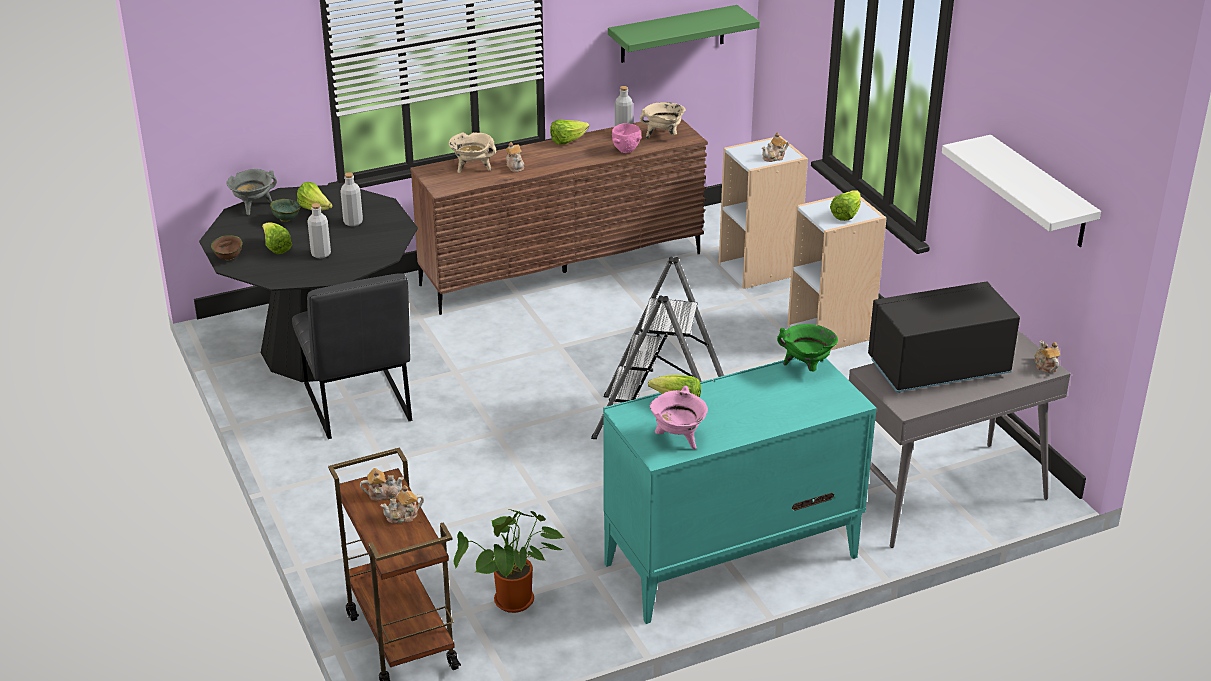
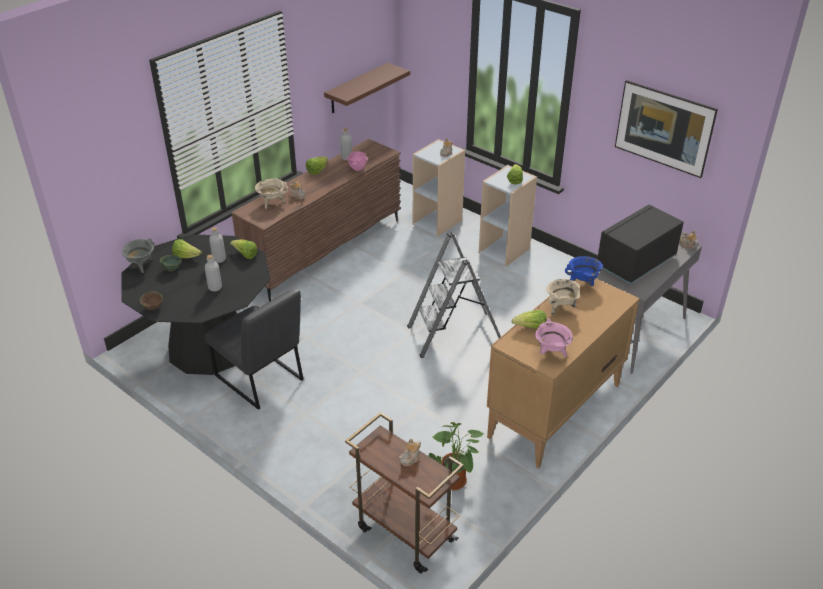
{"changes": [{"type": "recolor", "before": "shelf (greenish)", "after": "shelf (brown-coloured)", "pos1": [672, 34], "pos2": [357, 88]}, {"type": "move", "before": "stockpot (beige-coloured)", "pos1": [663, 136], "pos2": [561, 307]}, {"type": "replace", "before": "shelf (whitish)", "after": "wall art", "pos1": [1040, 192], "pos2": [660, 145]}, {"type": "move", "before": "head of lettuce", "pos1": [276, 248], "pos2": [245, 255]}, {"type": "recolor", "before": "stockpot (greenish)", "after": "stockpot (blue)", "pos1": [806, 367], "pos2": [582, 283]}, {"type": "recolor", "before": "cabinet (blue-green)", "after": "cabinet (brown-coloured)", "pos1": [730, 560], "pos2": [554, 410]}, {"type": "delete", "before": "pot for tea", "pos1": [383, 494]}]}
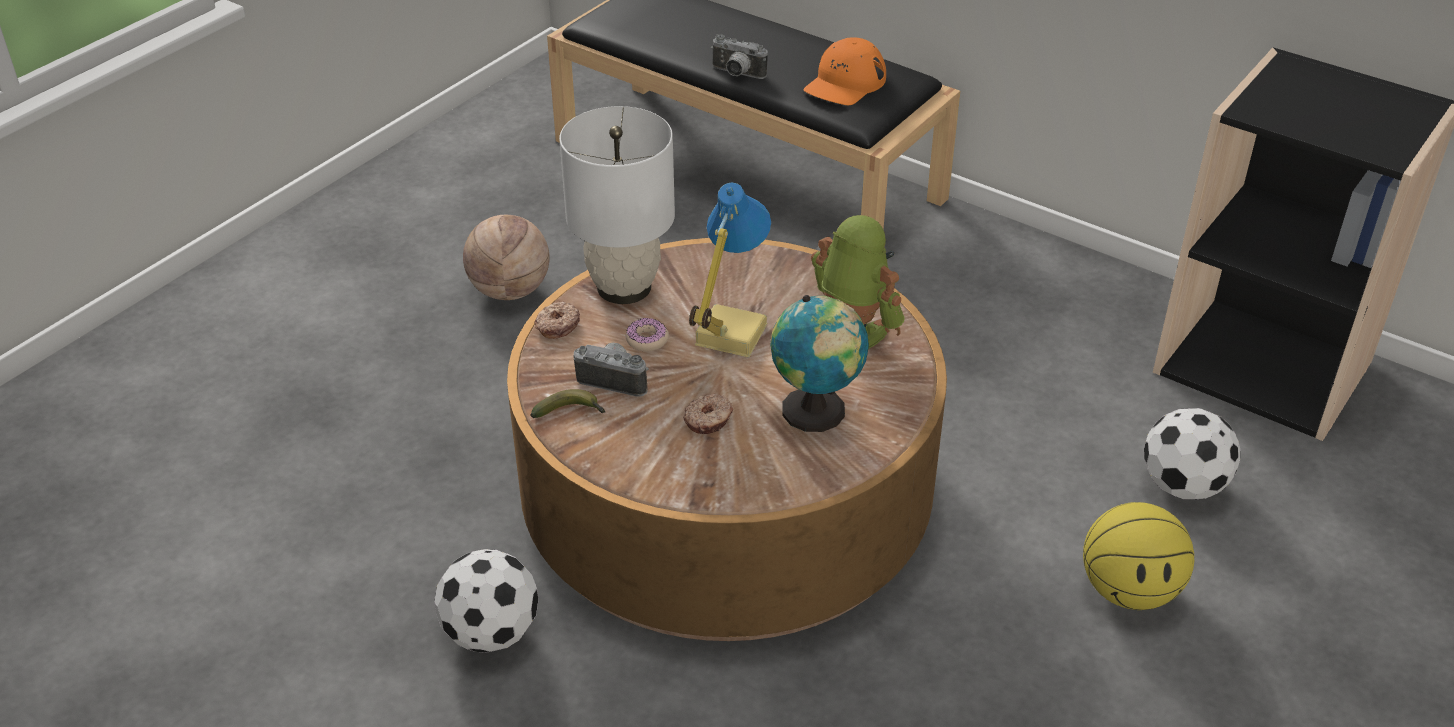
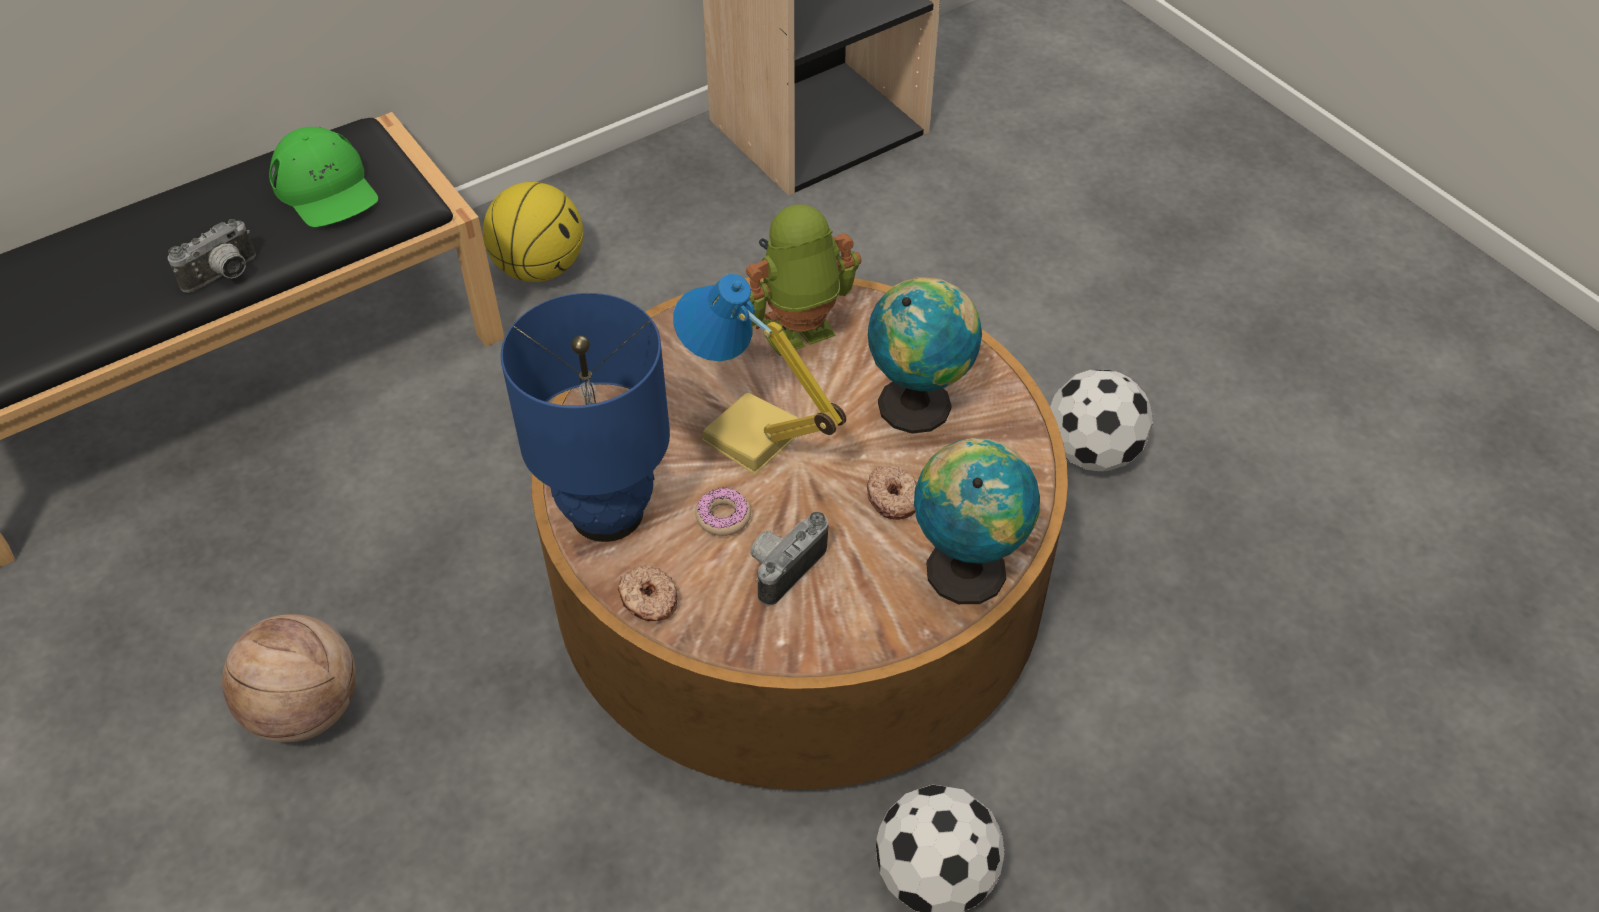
{"changes": [{"type": "recolor", "before": "cap (orange-coloured)", "after": "cap (greenish)", "pos1": [845, 83], "pos2": [326, 188]}, {"type": "recolor", "before": "tabletop lamp (whitish)", "after": "tabletop lamp (blue)", "pos1": [624, 288], "pos2": [608, 513]}, {"type": "delete", "before": "whole banana", "pos1": [571, 412]}, {"type": "move", "before": "football", "pos1": [1184, 486], "pos2": [1092, 451]}, {"type": "move", "before": "basketball ball", "pos1": [1130, 591], "pos2": [540, 268]}, {"type": "insert", "after": "world globe", "pos2": [966, 566]}]}
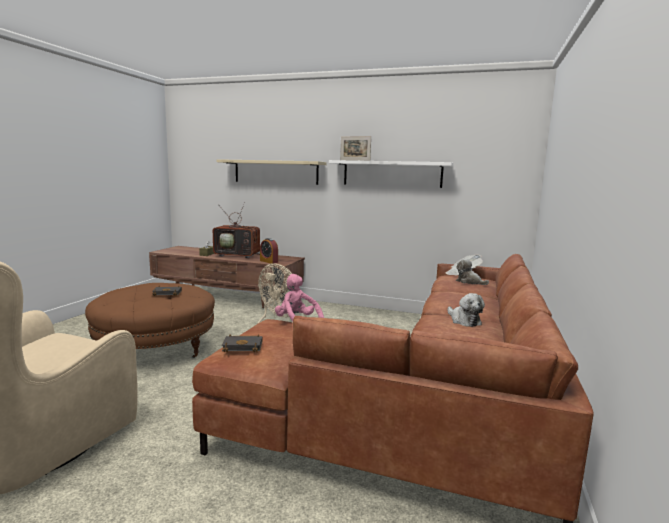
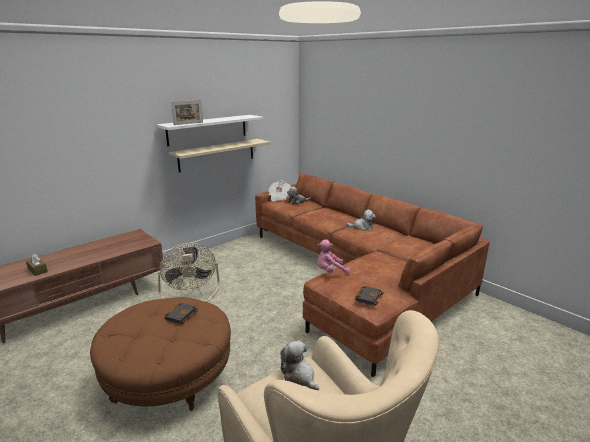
{"changes": [{"type": "move", "before": "shelf (beige-coloured)", "pos1": [276, 172], "pos2": [217, 155]}, {"type": "delete", "before": "television", "pos1": [239, 255]}, {"type": "delete", "before": "table clock", "pos1": [269, 261]}, {"type": "insert", "after": "cuddly toy", "pos2": [299, 376]}]}
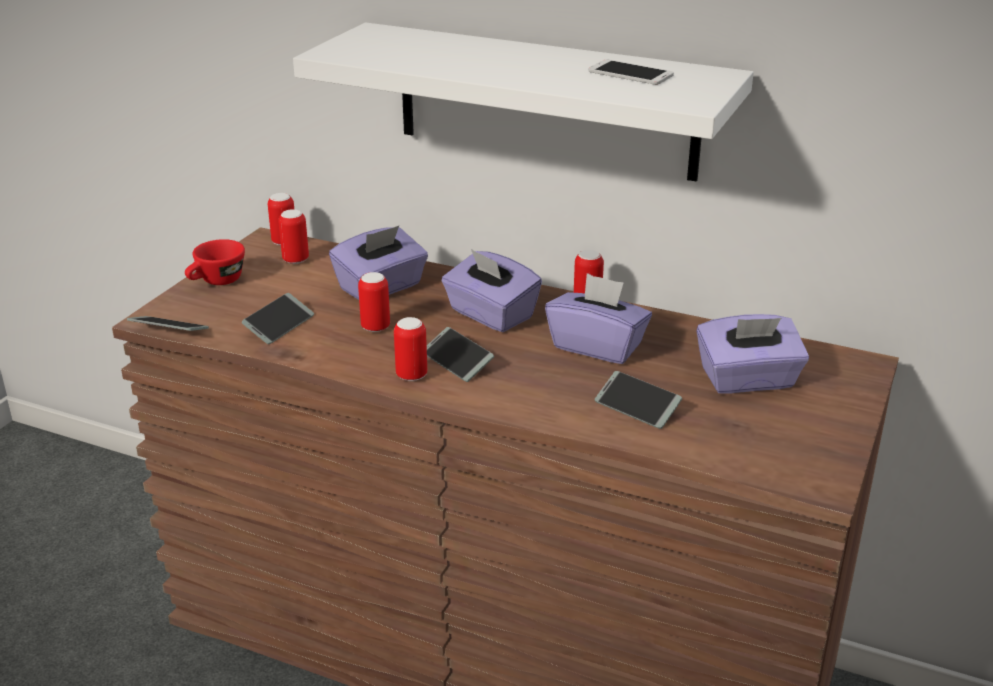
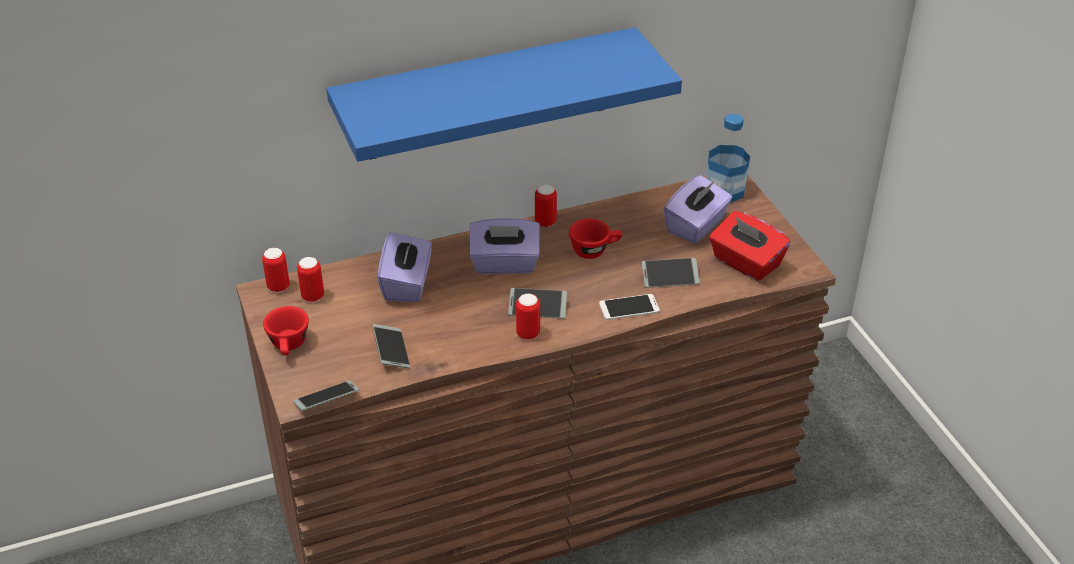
{"changes": [{"type": "recolor", "before": "shelf (whitish)", "after": "shelf (blue)", "pos1": [545, 101], "pos2": [487, 95]}, {"type": "move", "before": "handset", "pos1": [630, 73], "pos2": [629, 307]}, {"type": "delete", "before": "metal can", "pos1": [375, 327]}, {"type": "replace", "before": "box of tissues (purplish)", "after": "small cup (red)", "pos1": [597, 346], "pos2": [595, 250]}, {"type": "insert", "after": "beverage bottle", "pos2": [725, 190]}, {"type": "insert", "after": "box of tissues (red)", "pos2": [745, 263]}]}
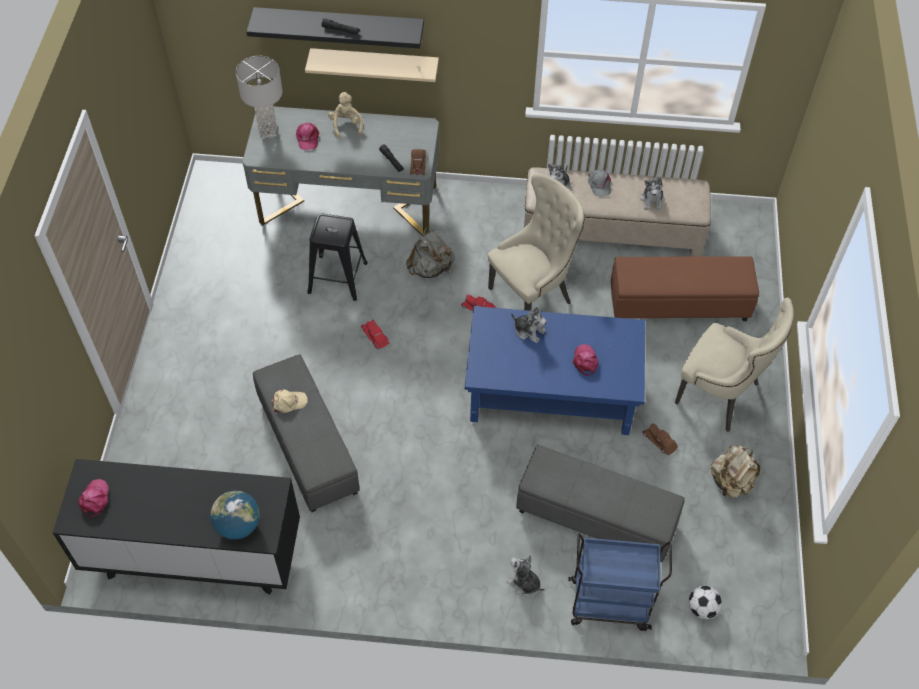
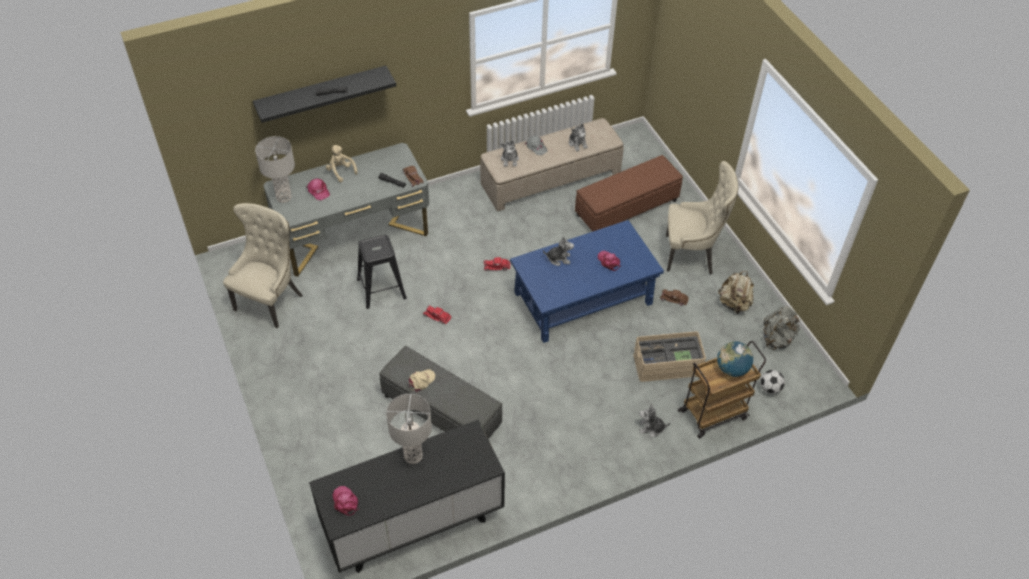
{"changes": [{"type": "delete", "before": "shelf (beige-coloured)", "pos1": [375, 64]}, {"type": "move", "before": "chair (beige-coloured)", "pos1": [531, 294], "pos2": [269, 301]}, {"type": "move", "before": "rucksack (gray)", "pos1": [431, 268], "pos2": [777, 339]}, {"type": "replace", "before": "footrest (gray)", "after": "storage bin (beige-coloured)", "pos1": [595, 517], "pos2": [667, 365]}, {"type": "move", "before": "world globe", "pos1": [238, 525], "pos2": [732, 369]}, {"type": "recolor", "before": "trolley (blue)", "after": "trolley (brown-coloured)", "pos1": [608, 605], "pos2": [712, 415]}, {"type": "insert", "after": "tabletop lamp (whitish)", "pos2": [413, 456]}]}
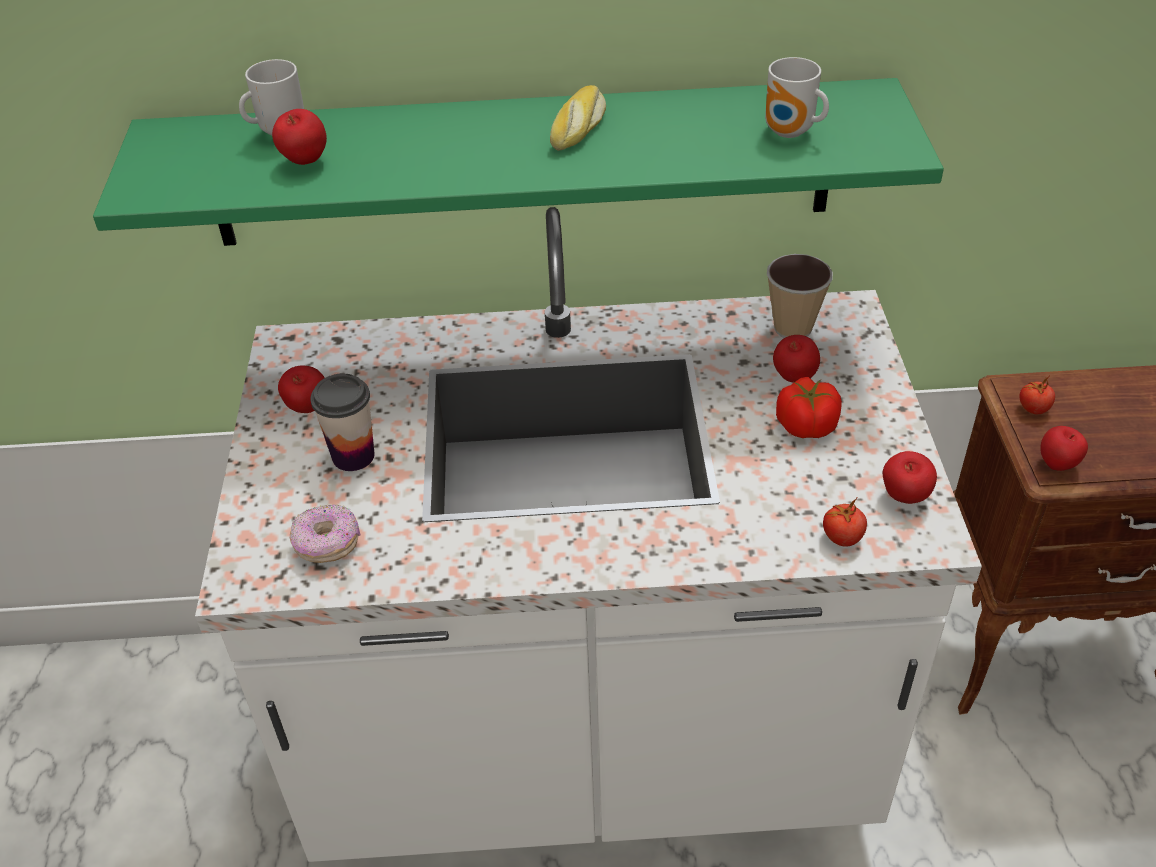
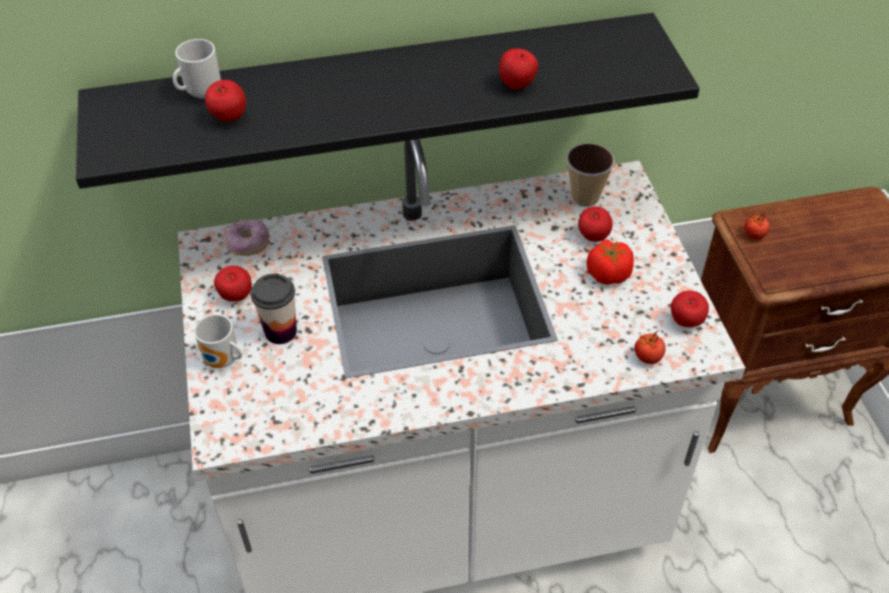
{"changes": [{"type": "move", "before": "tea mug", "pos1": [790, 133], "pos2": [223, 361]}, {"type": "recolor", "before": "shelf (greenish)", "after": "shelf (black-coloured)", "pos1": [521, 164], "pos2": [379, 95]}, {"type": "delete", "before": "bread", "pos1": [580, 128]}, {"type": "move", "before": "apple", "pos1": [1058, 465], "pos2": [517, 86]}, {"type": "move", "before": "doughnut", "pos1": [327, 544], "pos2": [248, 245]}]}
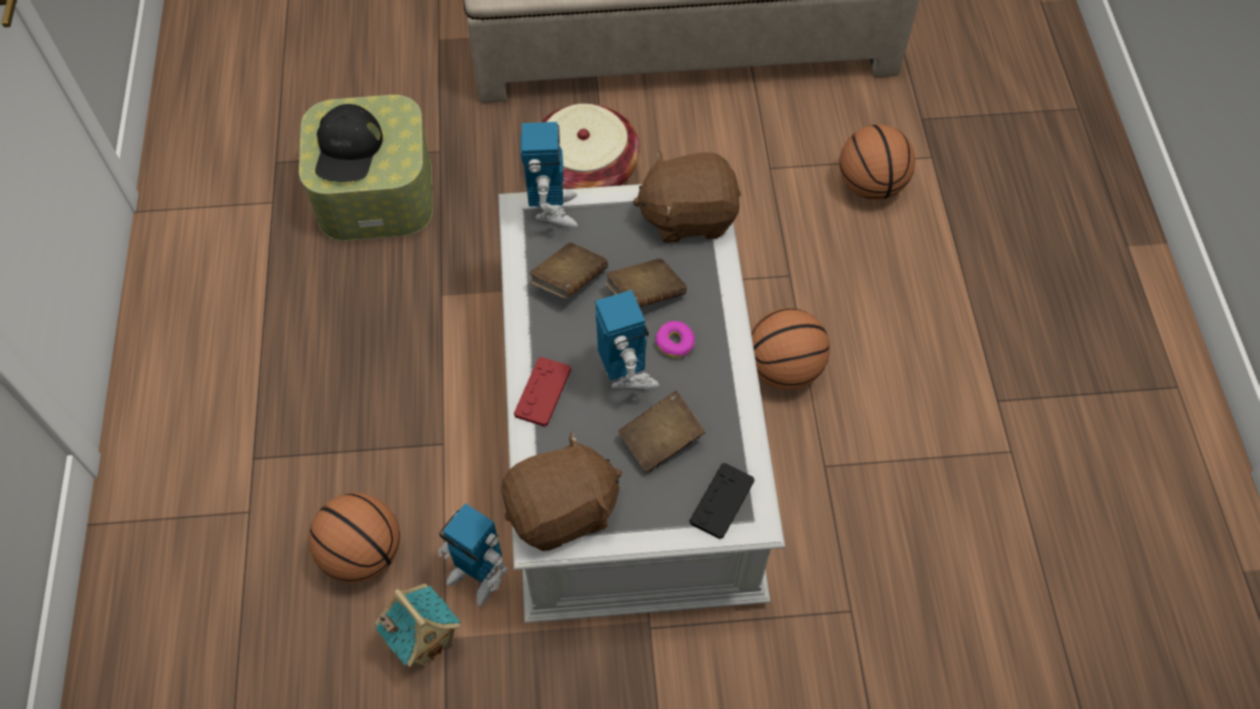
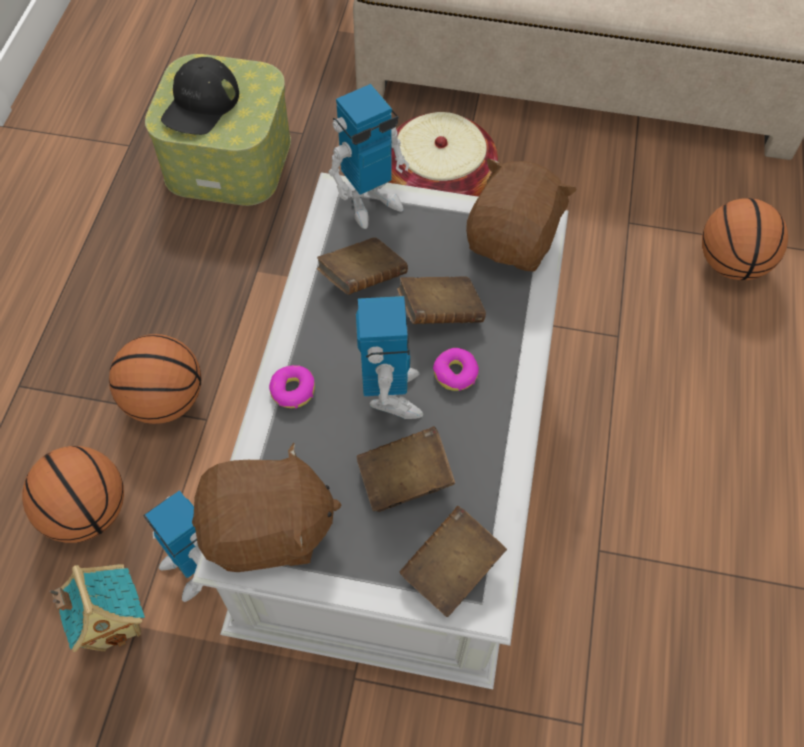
{"changes": [{"type": "rotate", "before": "robot figure", "pos1": [553, 211], "pos2": [370, 202], "turn": 45}, {"type": "rotate", "before": "cuddly toy (brown-coloured)", "pos1": [688, 216], "pos2": [513, 240], "turn": 105}, {"type": "move", "before": "basketball ball", "pos1": [784, 368], "pos2": [165, 400]}, {"type": "replace", "before": "gamepad (red)", "after": "doughnut", "pos1": [543, 392], "pos2": [292, 391]}, {"type": "replace", "before": "gamepad (black-coloured)", "after": "book (brown-coloured)", "pos1": [722, 501], "pos2": [451, 569]}]}
